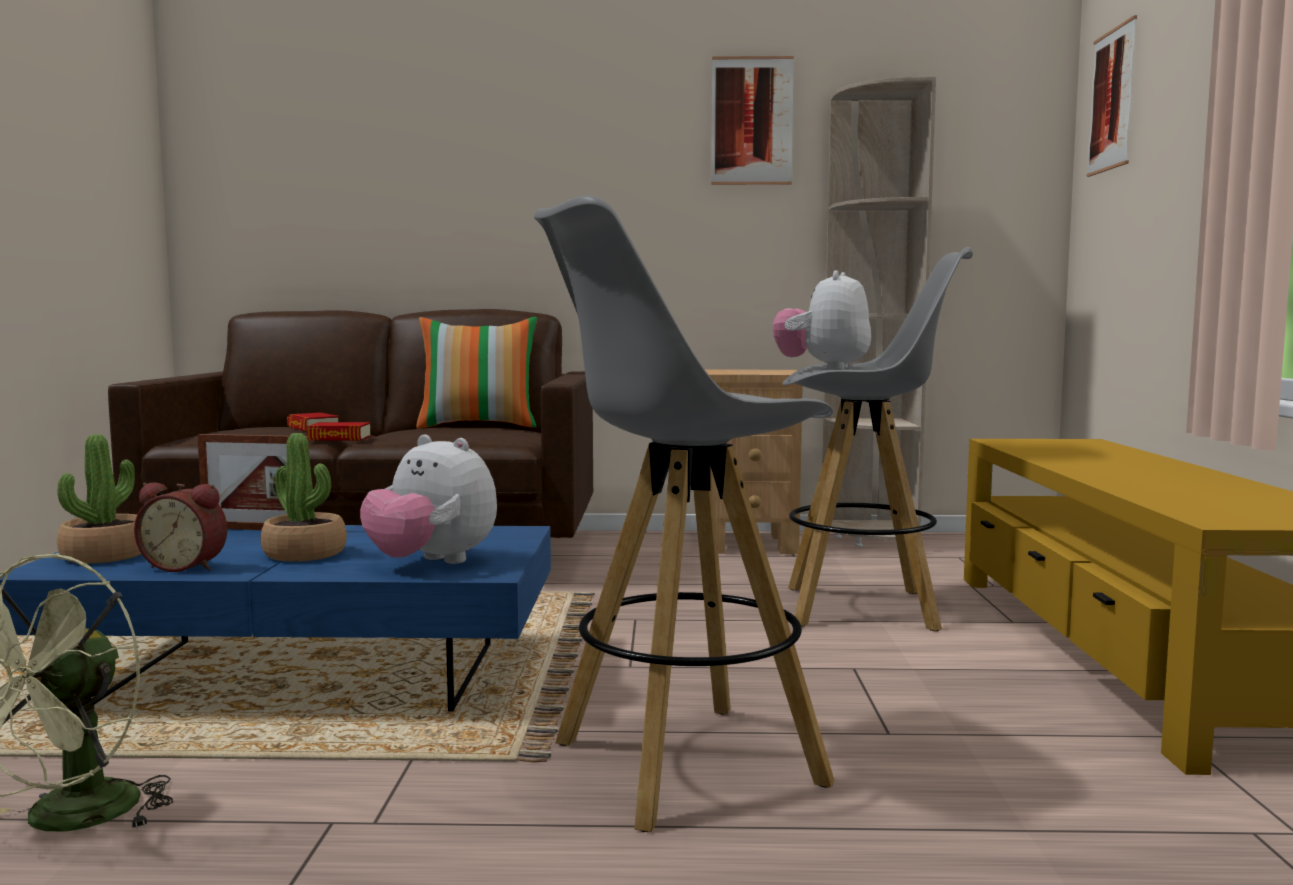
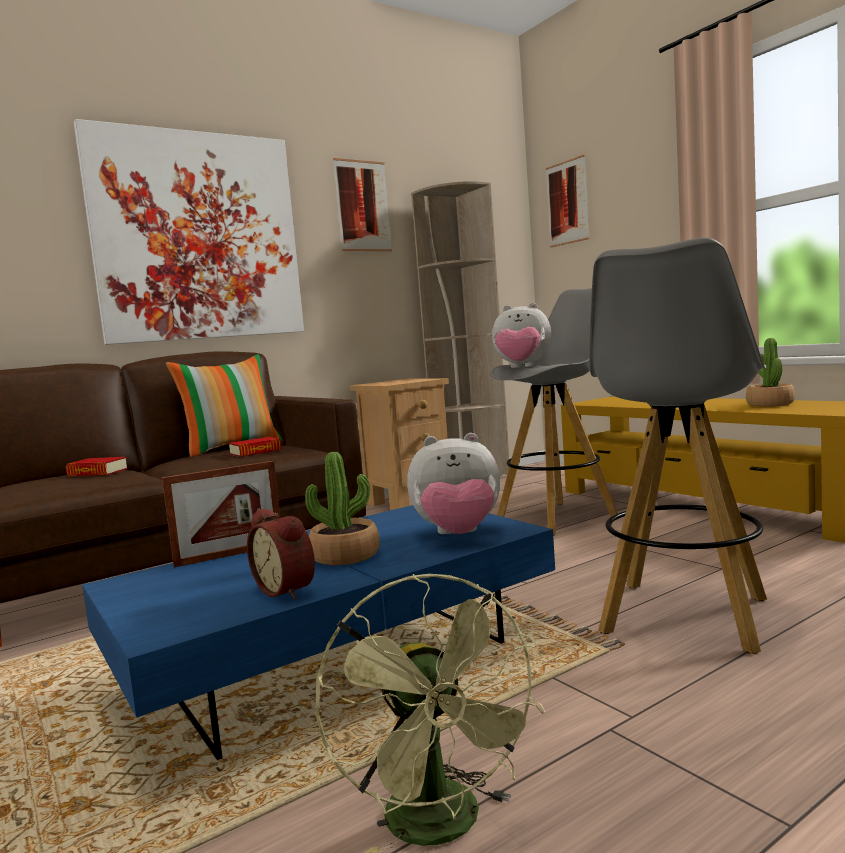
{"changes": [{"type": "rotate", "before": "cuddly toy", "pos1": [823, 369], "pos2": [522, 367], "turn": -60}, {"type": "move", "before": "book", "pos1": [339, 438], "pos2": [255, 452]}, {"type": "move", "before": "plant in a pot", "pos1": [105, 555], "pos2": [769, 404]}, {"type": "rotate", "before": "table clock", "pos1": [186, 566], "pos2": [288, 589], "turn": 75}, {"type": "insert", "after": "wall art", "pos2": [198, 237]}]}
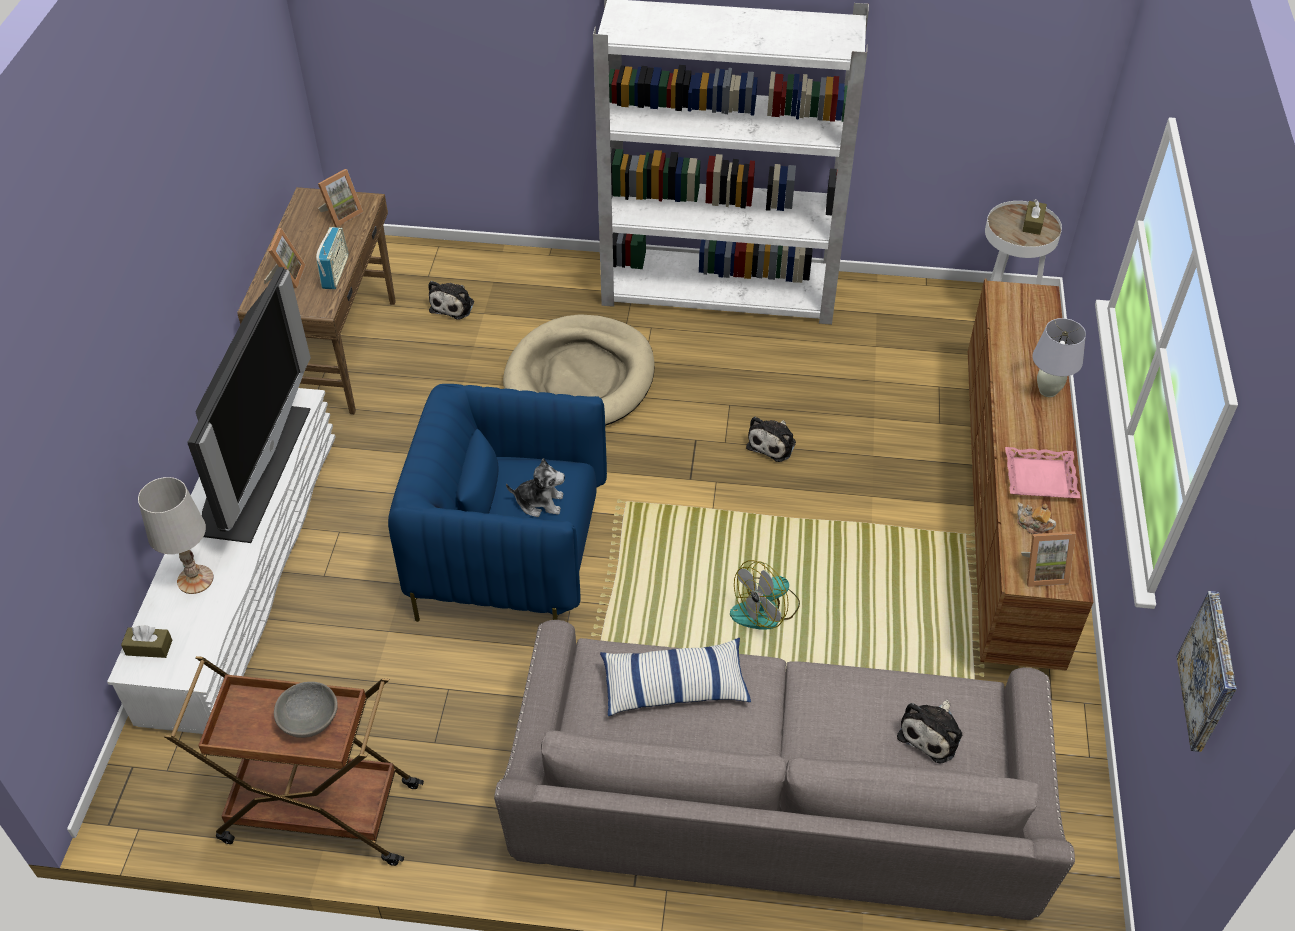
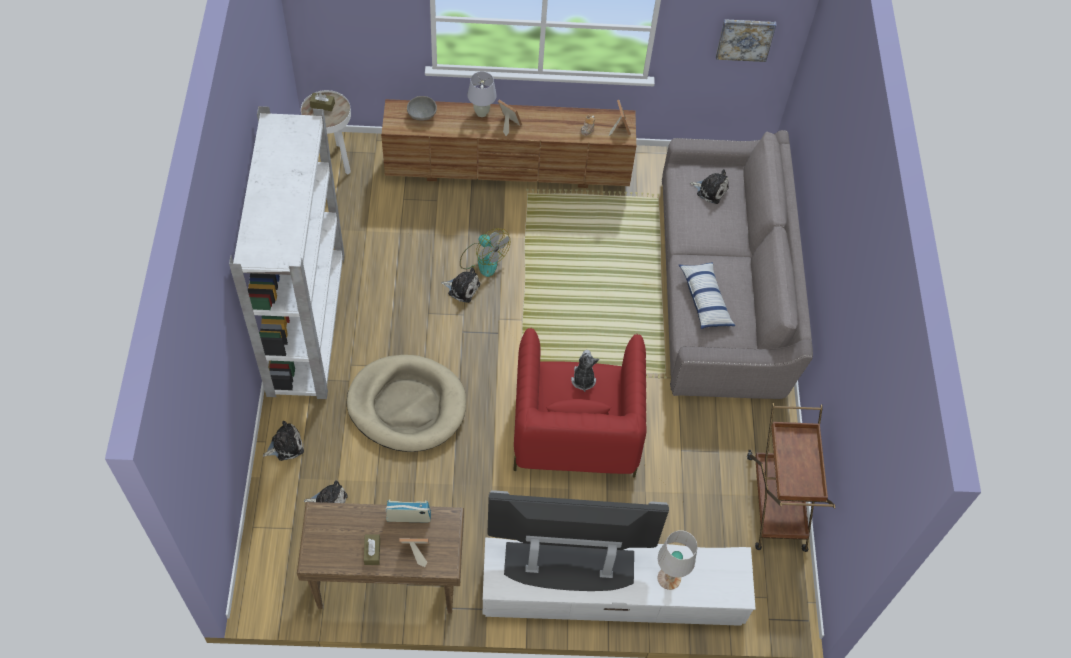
{"changes": [{"type": "move", "before": "photo frame", "pos1": [341, 214], "pos2": [507, 124]}, {"type": "recolor", "before": "lounge chair (blue)", "after": "lounge chair (red)", "pos1": [507, 554], "pos2": [574, 432]}, {"type": "delete", "before": "serving tray (pink)", "pos1": [1040, 477]}, {"type": "move", "before": "fan", "pos1": [766, 610], "pos2": [483, 259]}, {"type": "move", "before": "box of tissues (brown-coloured)", "pos1": [149, 647], "pos2": [372, 552]}, {"type": "move", "before": "serving bowl (gray)", "pos1": [309, 719], "pos2": [421, 115]}, {"type": "insert", "after": "cuddly toy", "pos2": [285, 445]}]}
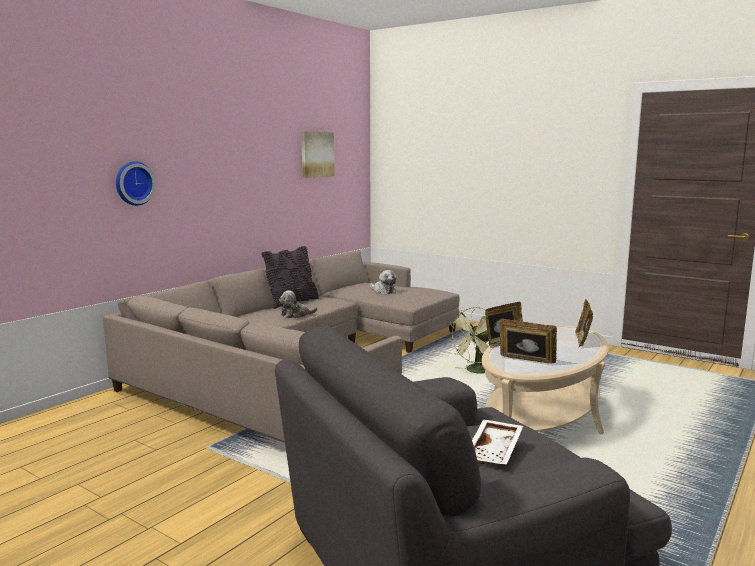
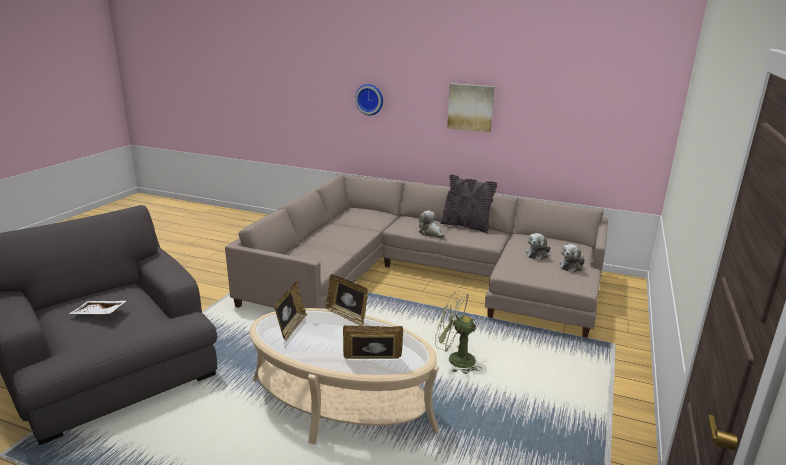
{"changes": [{"type": "move", "before": "wall art", "pos1": [316, 154], "pos2": [470, 107]}, {"type": "insert", "after": "cuddly toy", "pos2": [572, 266]}]}
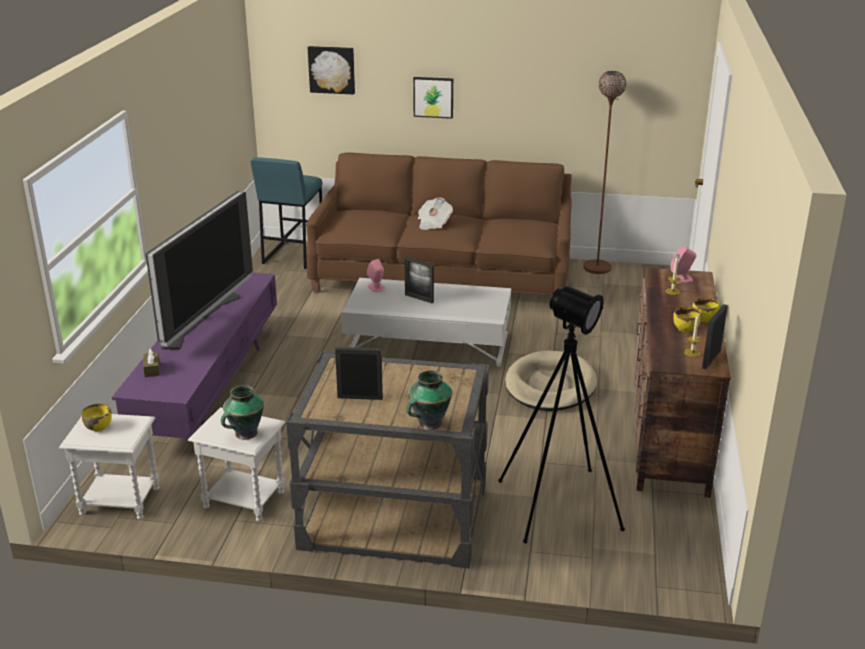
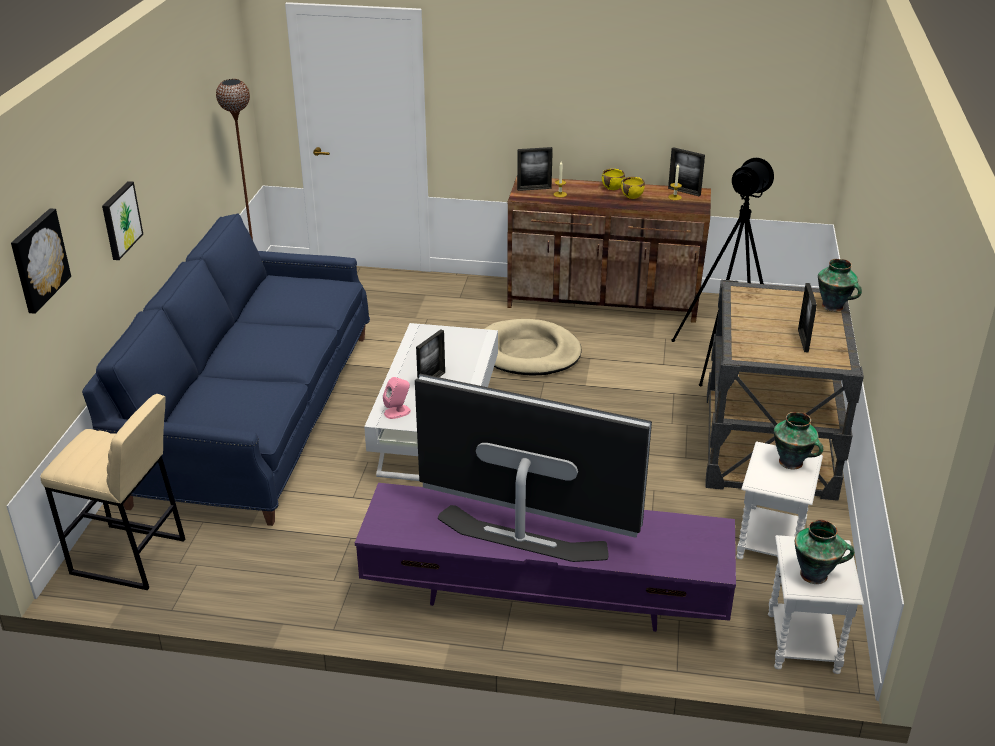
{"changes": [{"type": "recolor", "before": "settee (brown-coloured)", "after": "settee (blue)", "pos1": [443, 277], "pos2": [253, 414]}, {"type": "recolor", "before": "stool (blue-green)", "after": "stool (beige-coloured)", "pos1": [293, 256], "pos2": [131, 557]}, {"type": "delete", "before": "newspaper", "pos1": [433, 223]}, {"type": "replace", "before": "speaker (pink)", "after": "photo frame", "pos1": [681, 279], "pos2": [534, 189]}, {"type": "delete", "before": "box of tissues (brown-coloured)", "pos1": [152, 369]}, {"type": "replace", "before": "serving bowl (yellow)", "after": "decorative vase", "pos1": [98, 427], "pos2": [815, 575]}]}
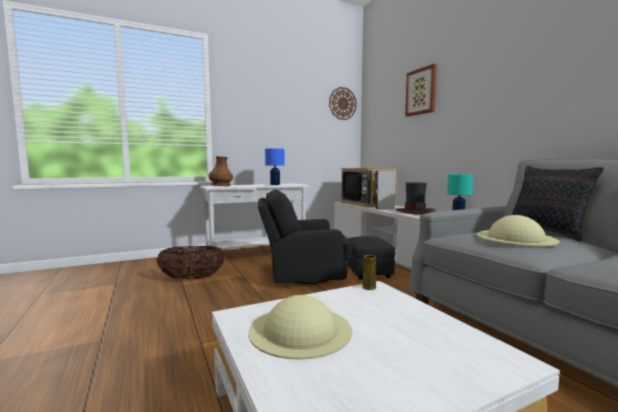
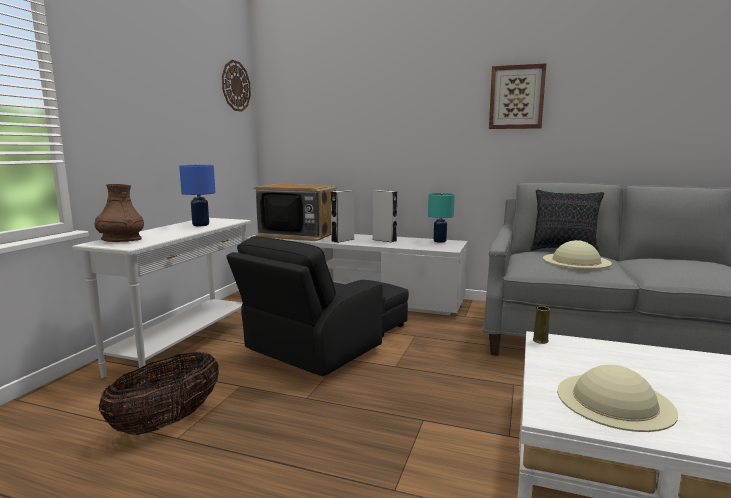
{"changes": [{"type": "move", "before": "wall art", "pos1": [421, 91], "pos2": [516, 97]}, {"type": "replace", "before": "hat", "after": "speaker (gray)", "pos1": [414, 211], "pos2": [384, 240]}]}
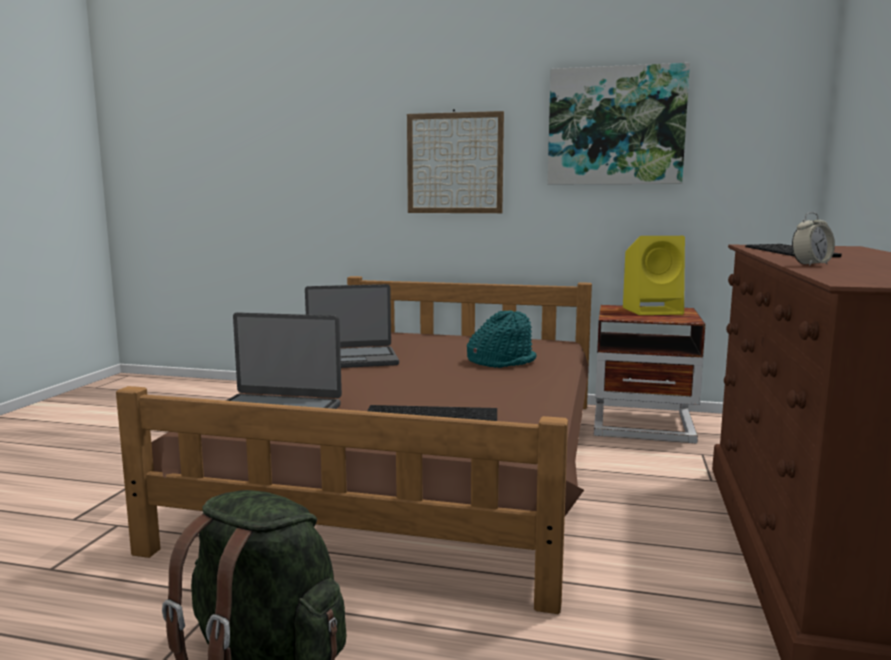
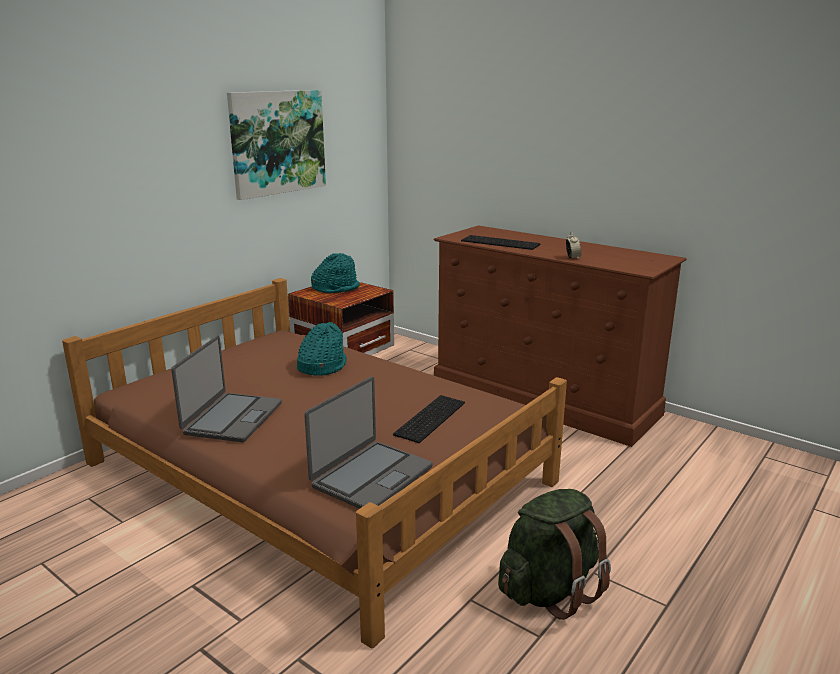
{"changes": [{"type": "delete", "before": "wall art", "pos1": [455, 161]}, {"type": "replace", "before": "speaker (yellow)", "after": "hat (blue-green)", "pos1": [653, 311], "pos2": [336, 288]}]}
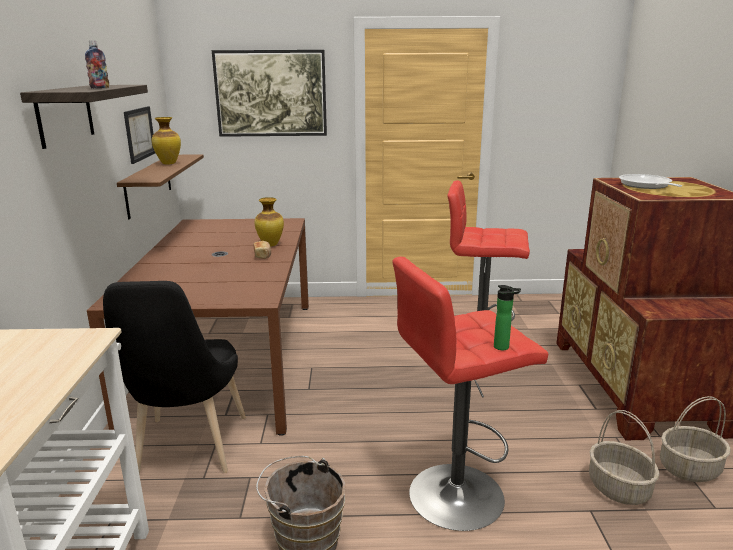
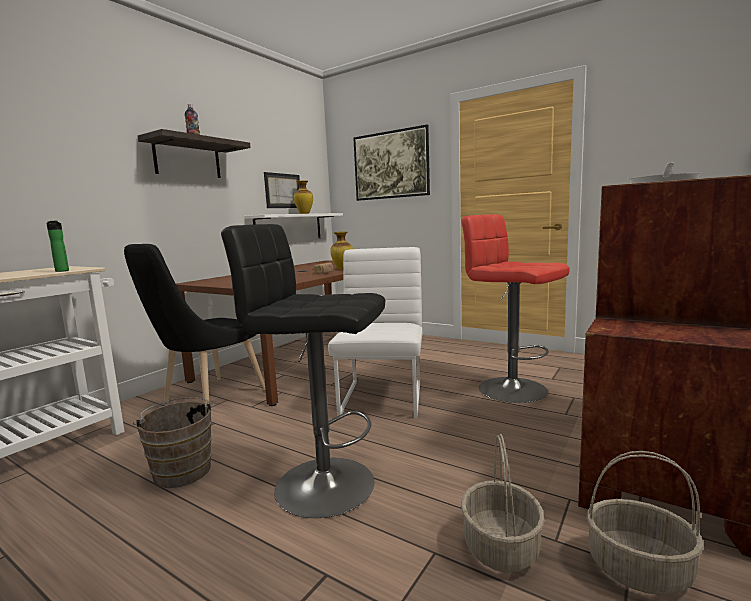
{"changes": [{"type": "recolor", "before": "shelf (brown-coloured)", "after": "shelf (whitish)", "pos1": [148, 185], "pos2": [289, 227]}, {"type": "recolor", "before": "stool (red)", "after": "stool (black-coloured)", "pos1": [454, 495], "pos2": [324, 485]}, {"type": "move", "before": "beverage bottle", "pos1": [503, 347], "pos2": [62, 271]}, {"type": "insert", "after": "chair (whitish)", "pos2": [383, 396]}]}
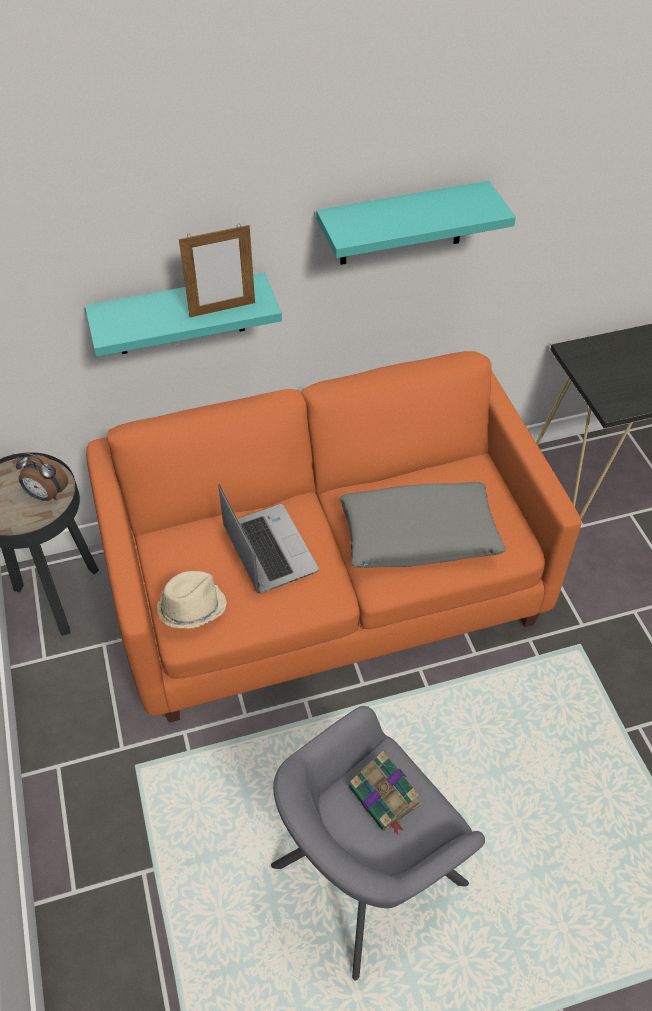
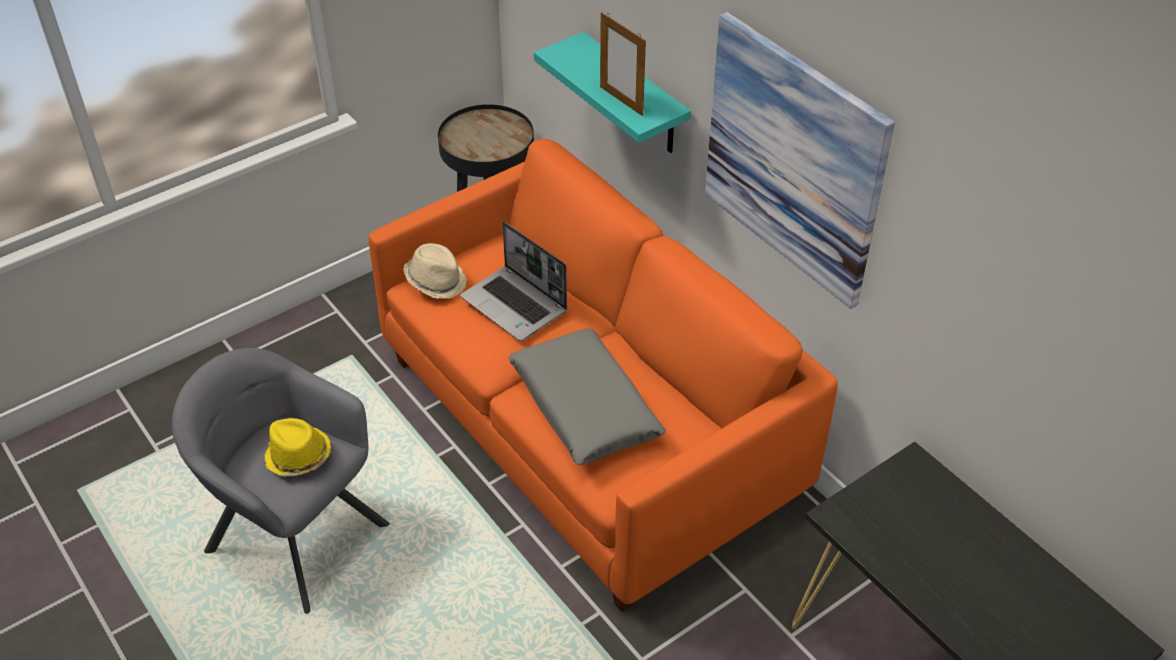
{"changes": [{"type": "replace", "before": "shelf (blue-green)", "after": "wall art", "pos1": [401, 224], "pos2": [793, 160]}, {"type": "delete", "before": "table clock", "pos1": [46, 495]}, {"type": "rotate", "before": "notebook computer", "pos1": [268, 549], "pos2": [515, 305], "turn": 90}, {"type": "replace", "before": "book", "after": "hat (yellow)", "pos1": [385, 797], "pos2": [298, 457]}]}
